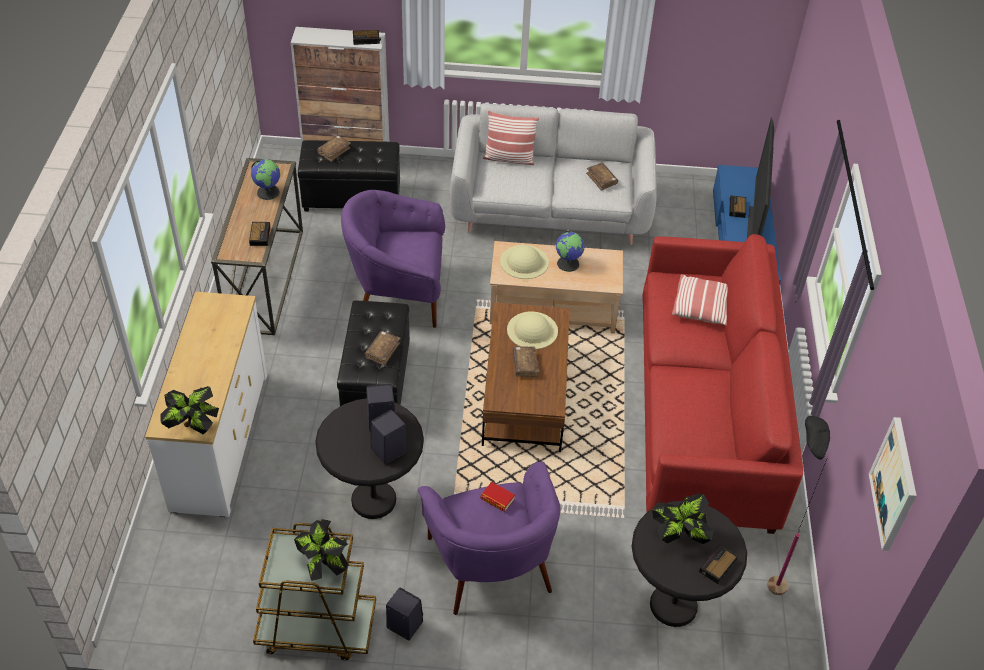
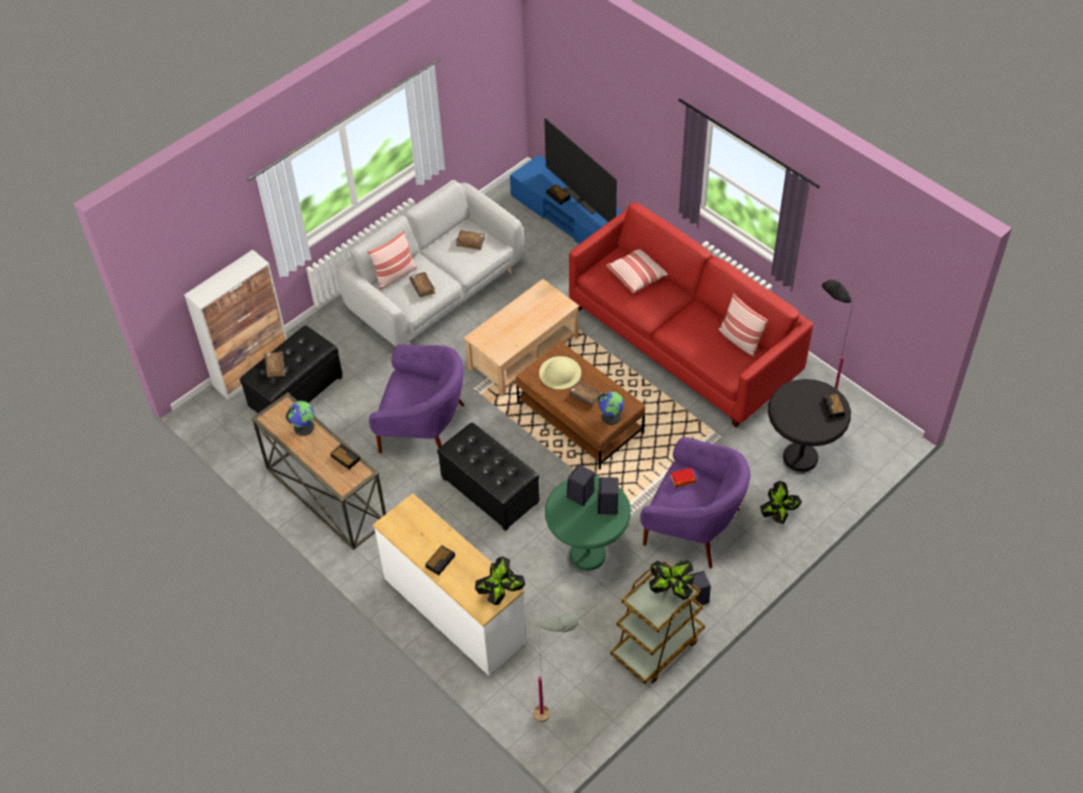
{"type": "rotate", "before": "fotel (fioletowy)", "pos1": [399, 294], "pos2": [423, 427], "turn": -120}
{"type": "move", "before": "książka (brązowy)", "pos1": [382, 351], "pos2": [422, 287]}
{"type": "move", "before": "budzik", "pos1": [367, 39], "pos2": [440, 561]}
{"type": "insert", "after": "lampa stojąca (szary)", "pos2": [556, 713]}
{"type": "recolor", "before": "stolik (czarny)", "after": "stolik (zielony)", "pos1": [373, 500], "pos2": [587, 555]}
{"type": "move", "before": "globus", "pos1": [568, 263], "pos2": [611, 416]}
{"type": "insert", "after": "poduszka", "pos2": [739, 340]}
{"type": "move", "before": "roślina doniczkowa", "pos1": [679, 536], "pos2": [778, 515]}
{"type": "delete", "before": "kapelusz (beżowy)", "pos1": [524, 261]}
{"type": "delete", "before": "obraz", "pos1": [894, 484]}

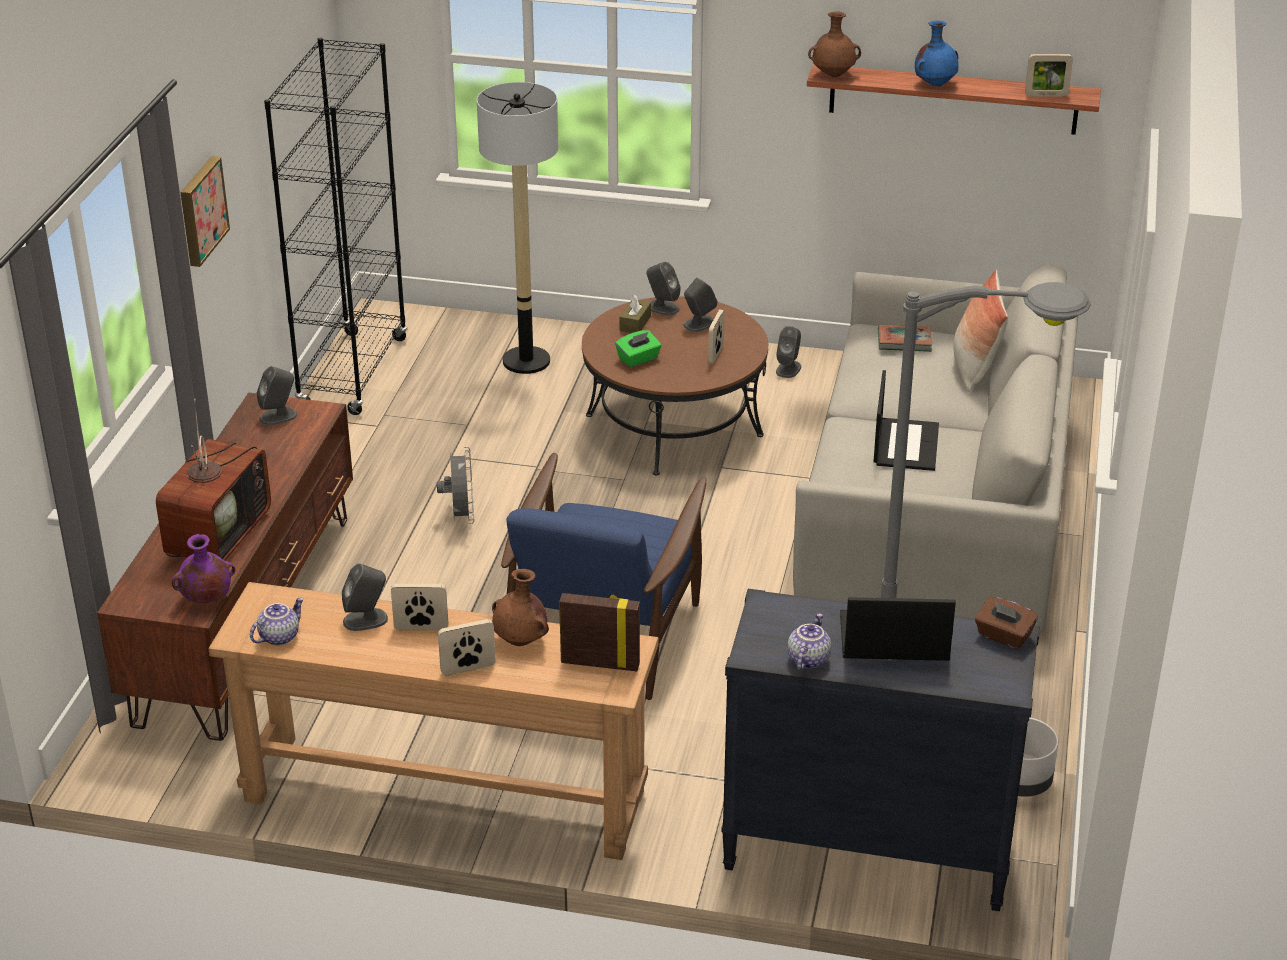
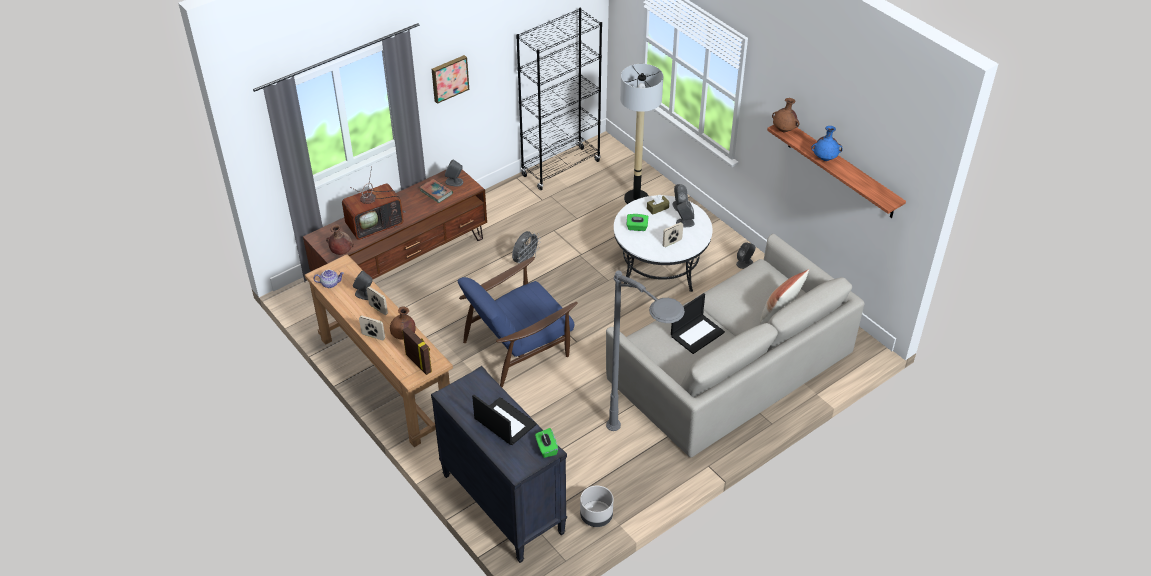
{"type": "recolor", "before": "wazon (fioletowy)", "after": "wazon (brązowy)", "pos1": [206, 599], "pos2": [341, 251]}
{"type": "move", "before": "książka", "pos1": [904, 341], "pos2": [436, 192]}
{"type": "recolor", "before": "pudełko chusteczek (brązowy)", "after": "pudełko chusteczek (zielony)", "pos1": [1003, 636], "pos2": [546, 448]}
{"type": "recolor", "before": "ława (brązowy)", "after": "ława (biały)", "pos1": [674, 425], "pos2": [660, 265]}
{"type": "delete", "before": "imbryk", "pos1": [807, 659]}
{"type": "delete", "before": "ramka na zdjęcie", "pos1": [1046, 95]}

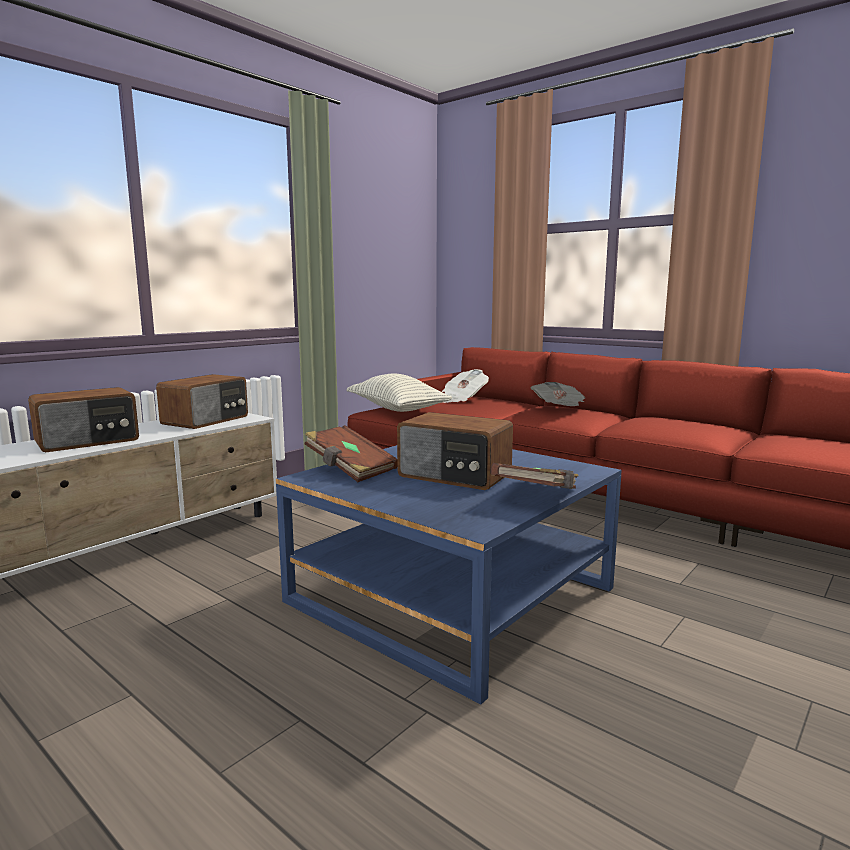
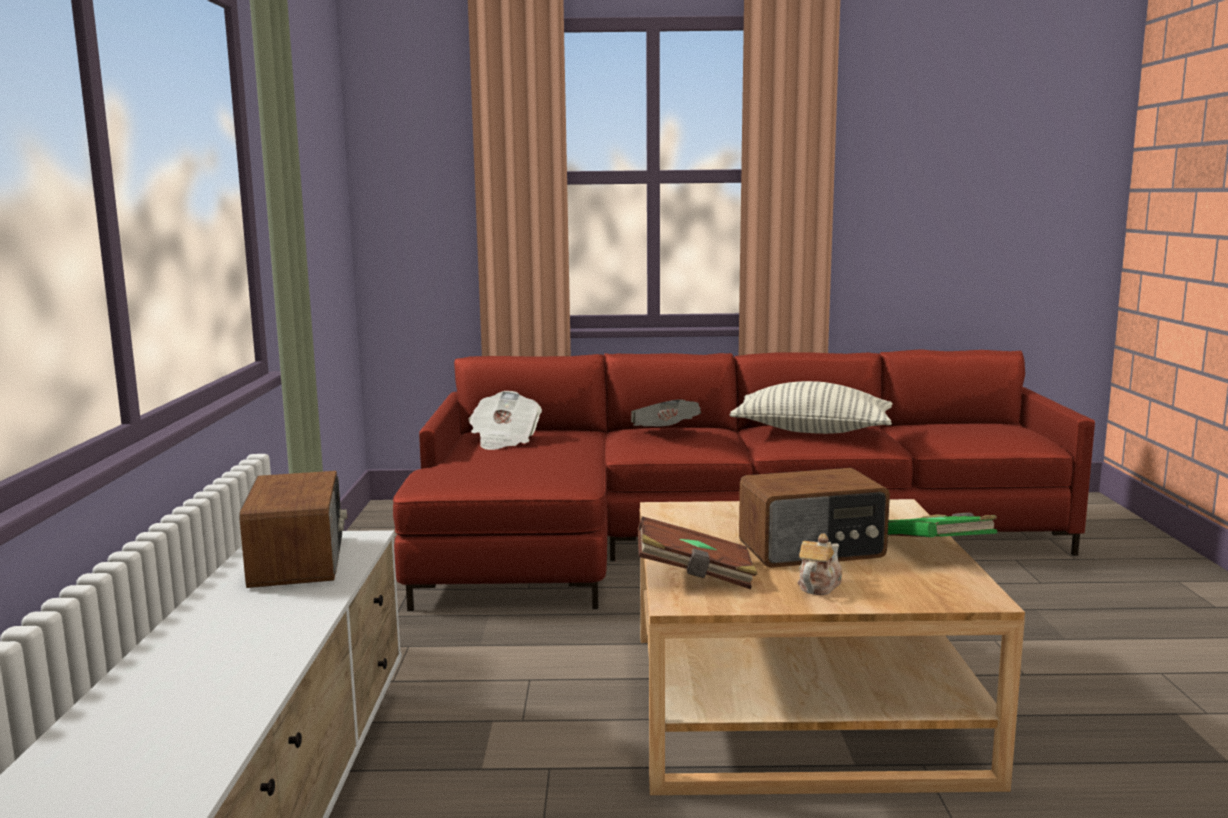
{"type": "recolor", "before": "ława (niebieski)", "after": "ława (beżowy)", "pos1": [451, 594], "pos2": [797, 703]}
{"type": "move", "before": "poduszka", "pos1": [397, 409], "pos2": [812, 431]}
{"type": "insert", "after": "imbryk", "pos2": [818, 585]}
{"type": "recolor", "before": "książka (brązowy)", "after": "książka (zielony)", "pos1": [537, 496], "pos2": [934, 549]}
{"type": "delete", "before": "radio", "pos1": [88, 441]}

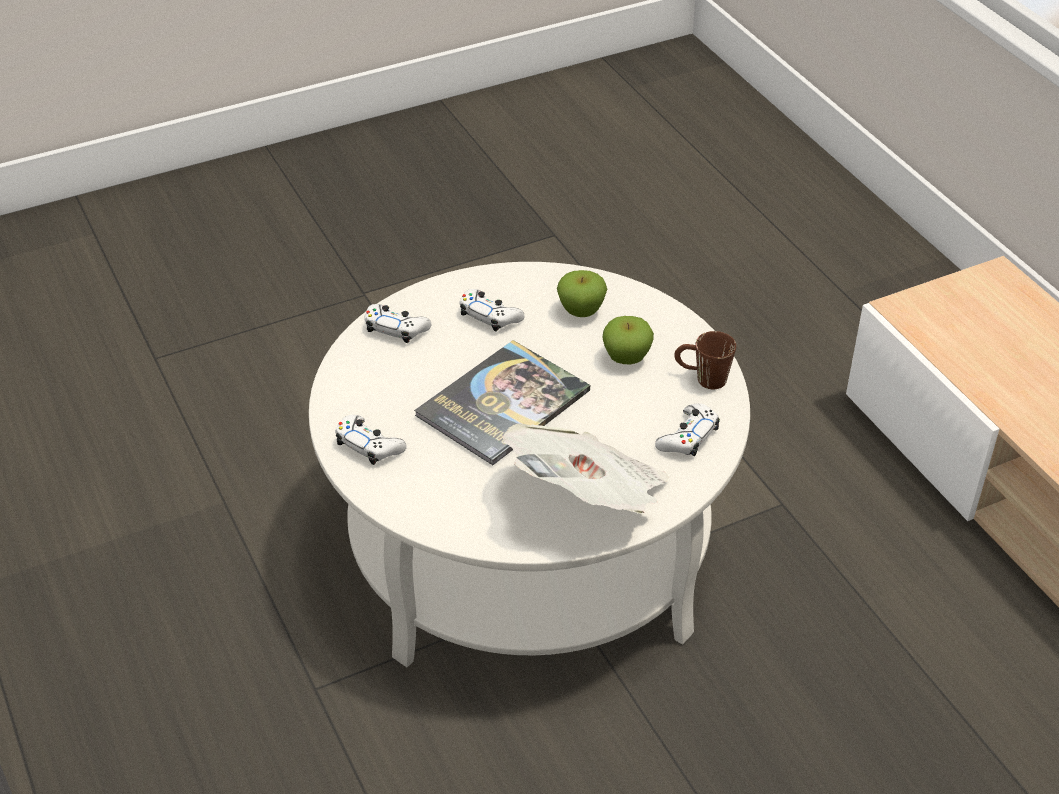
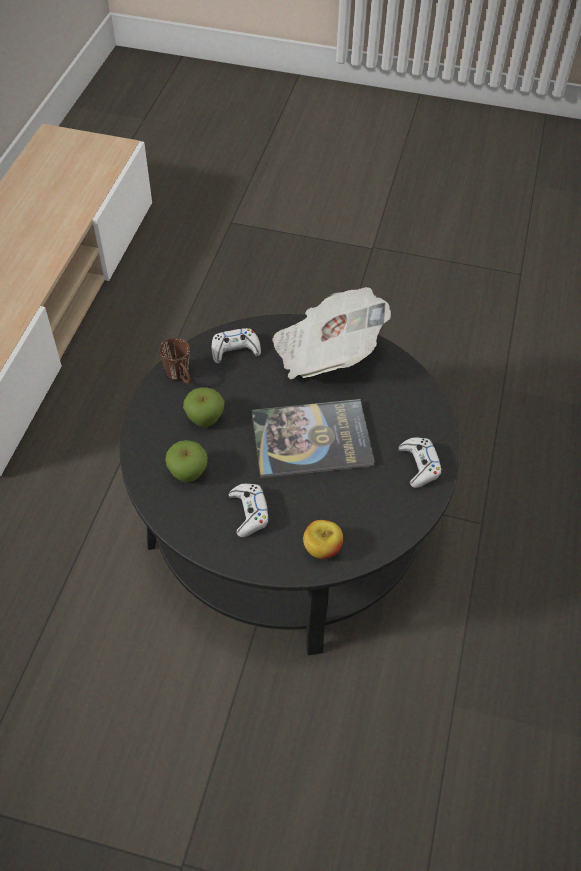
{"type": "recolor", "before": "ława (biały)", "after": "ława (czarny)", "pos1": [529, 544], "pos2": [288, 524]}
{"type": "replace", "before": "pad do gier (biały)", "after": "jabłko", "pos1": [396, 329], "pos2": [322, 548]}

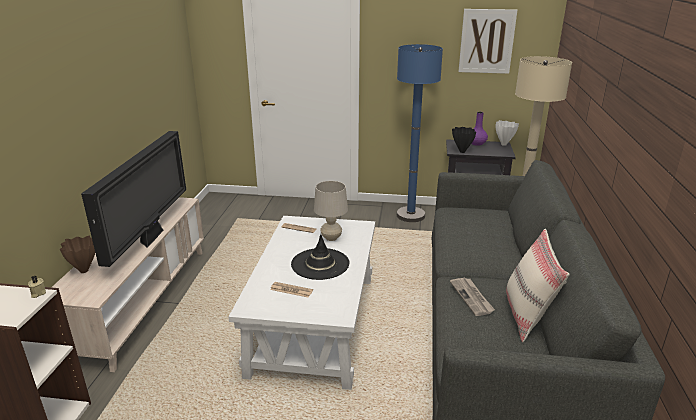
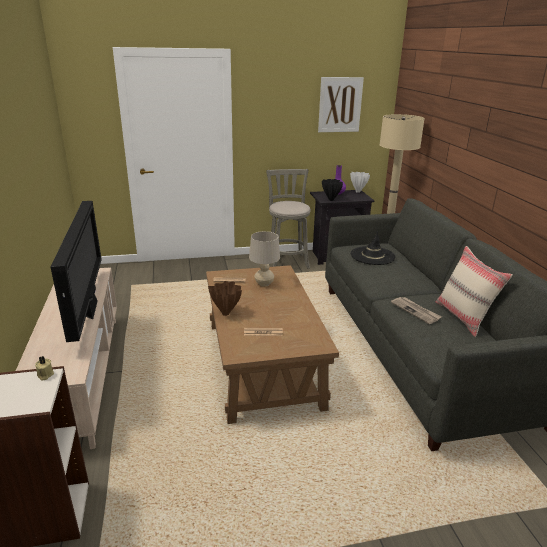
{"type": "recolor", "before": "ława (biały)", "after": "ława (brązowy)", "pos1": [315, 324], "pos2": [263, 364]}
{"type": "move", "before": "wazon (brązowy)", "pos1": [84, 271], "pos2": [226, 314]}
{"type": "replace", "before": "lampa stojąca (niebieski)", "after": "stołek (szary)", "pos1": [410, 215], "pos2": [287, 261]}
{"type": "move", "before": "kapelusz (czarny)", "pos1": [320, 264], "pos2": [372, 256]}

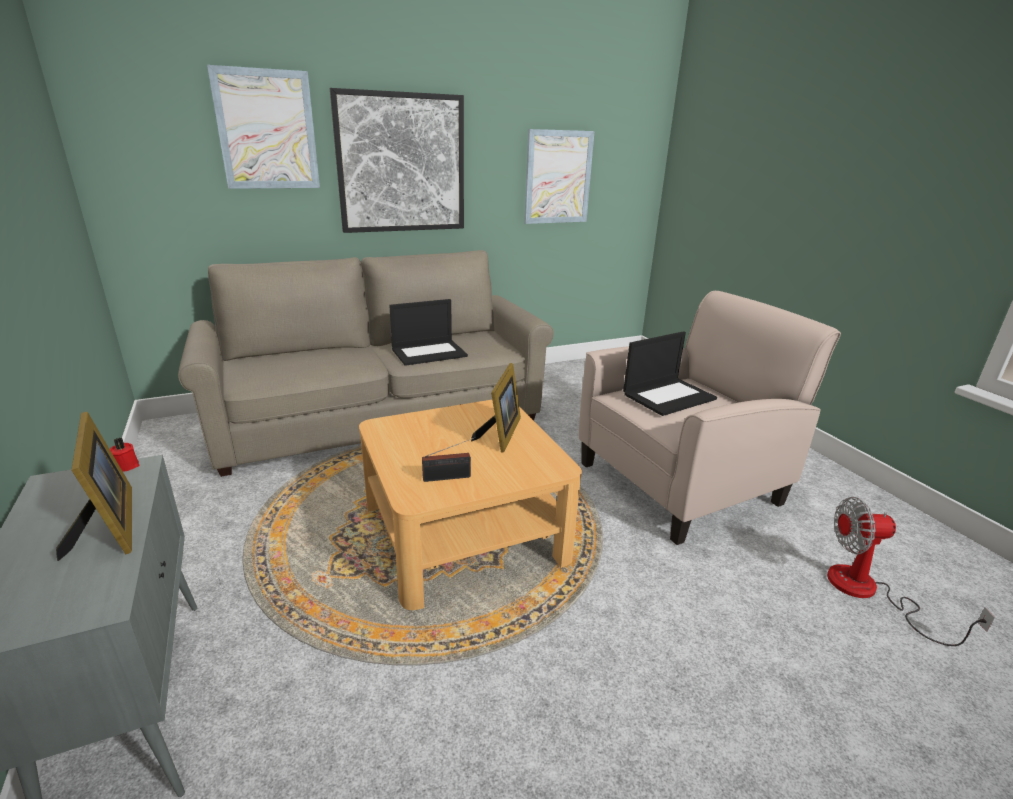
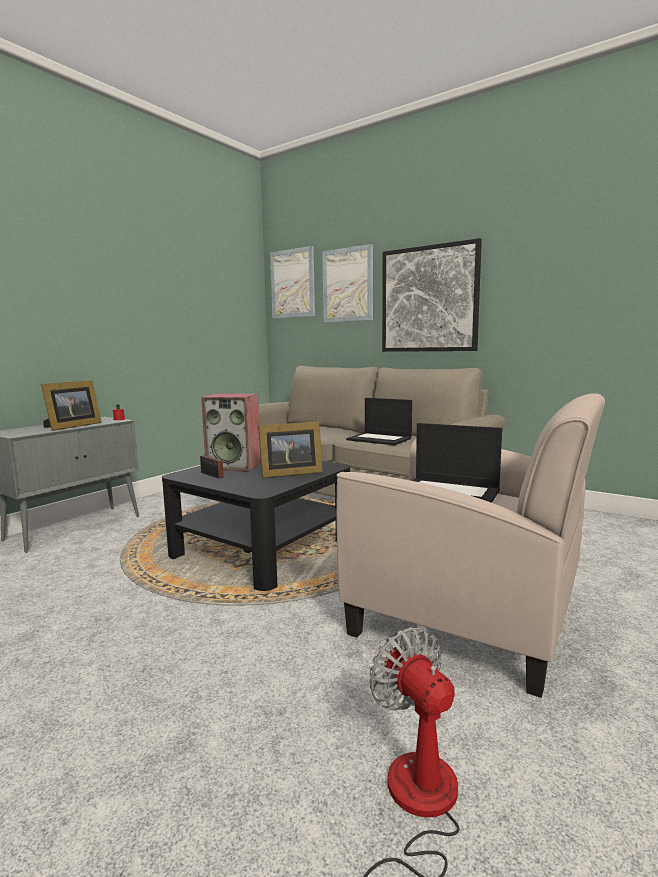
{"type": "recolor", "before": "ława (beżowy)", "after": "ława (czarny)", "pos1": [464, 531], "pos2": [263, 549]}
{"type": "insert", "after": "głośnik", "pos2": [235, 466]}
{"type": "move", "before": "obraz", "pos1": [558, 177], "pos2": [292, 283]}

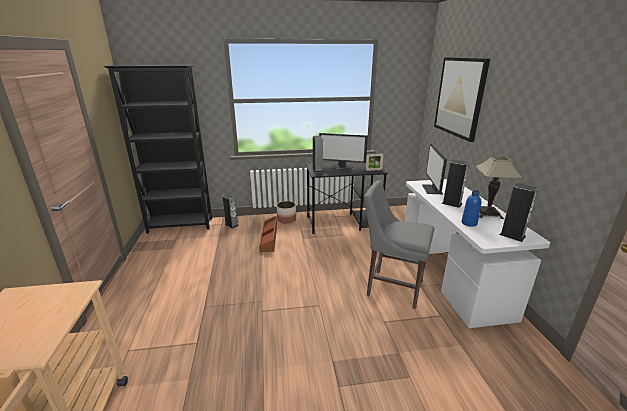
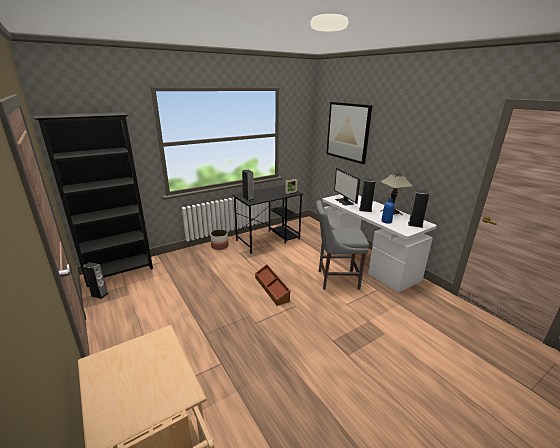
{"type": "move", "before": "głośnik", "pos1": [231, 225], "pos2": [99, 294]}
{"type": "move", "before": "pojemnik do przechowywania (brązowy)", "pos1": [269, 238], "pos2": [272, 289]}
{"type": "delete", "before": "monitor", "pos1": [342, 166]}

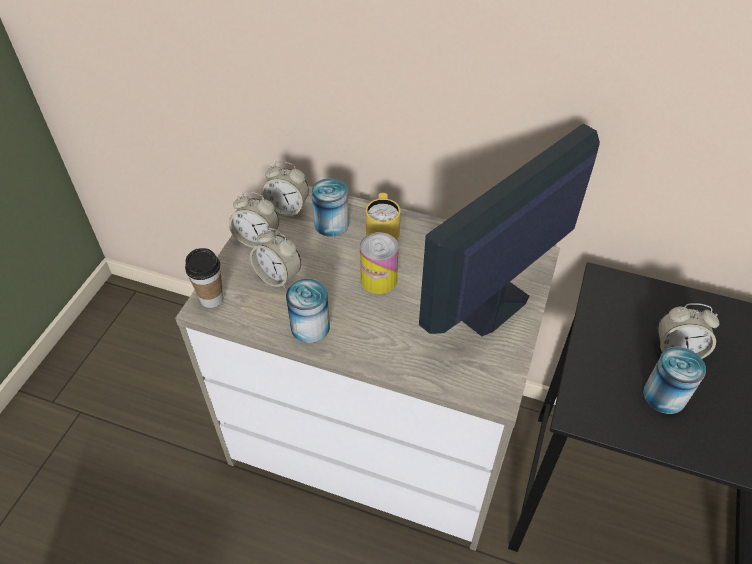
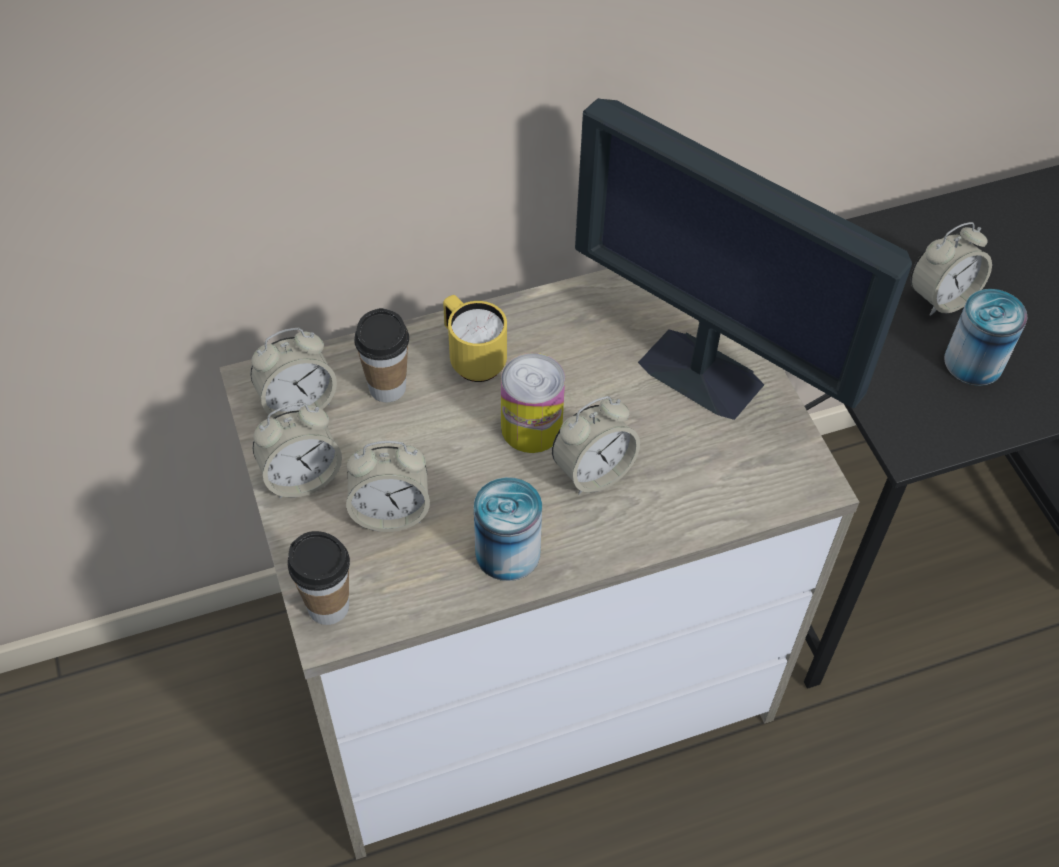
{"type": "replace", "before": "puszka", "after": "filiżanka", "pos1": [331, 224], "pos2": [387, 388]}
{"type": "insert", "after": "budzik", "pos2": [593, 471]}
{"type": "rotate", "before": "monitor", "pos1": [491, 307], "pos2": [704, 374], "turn": -60}

